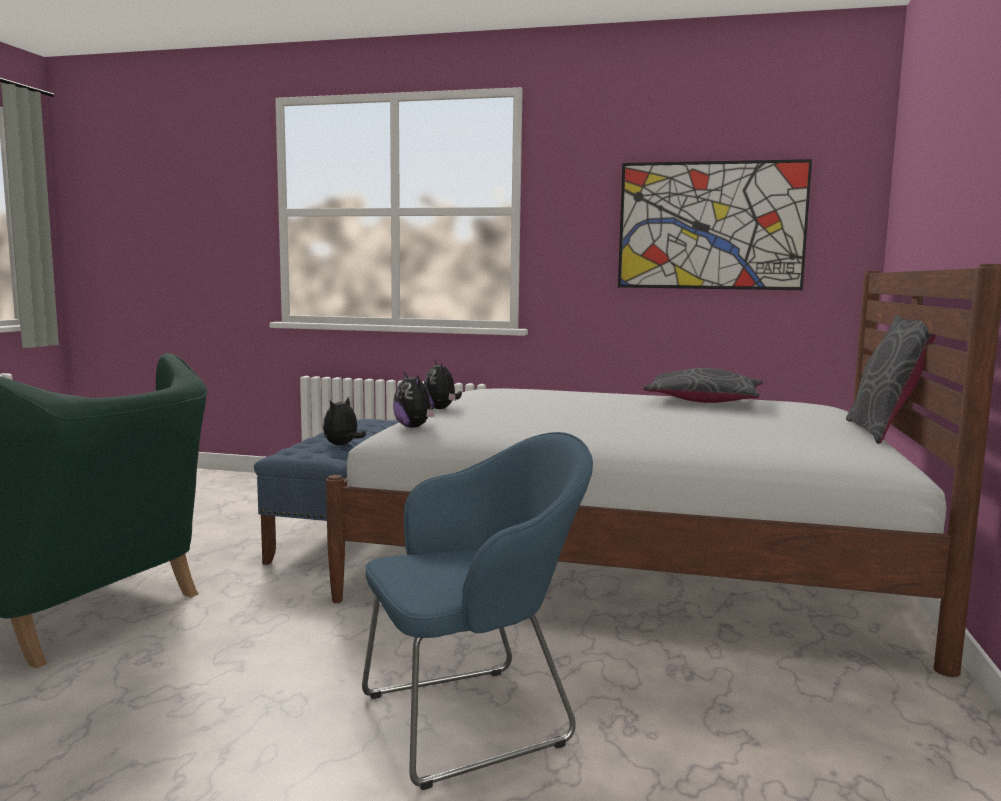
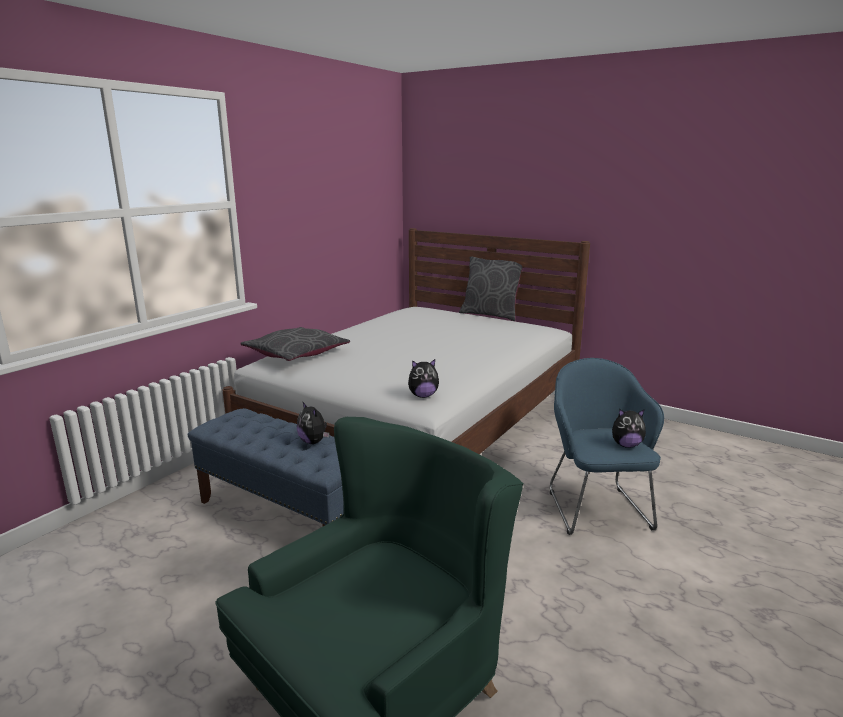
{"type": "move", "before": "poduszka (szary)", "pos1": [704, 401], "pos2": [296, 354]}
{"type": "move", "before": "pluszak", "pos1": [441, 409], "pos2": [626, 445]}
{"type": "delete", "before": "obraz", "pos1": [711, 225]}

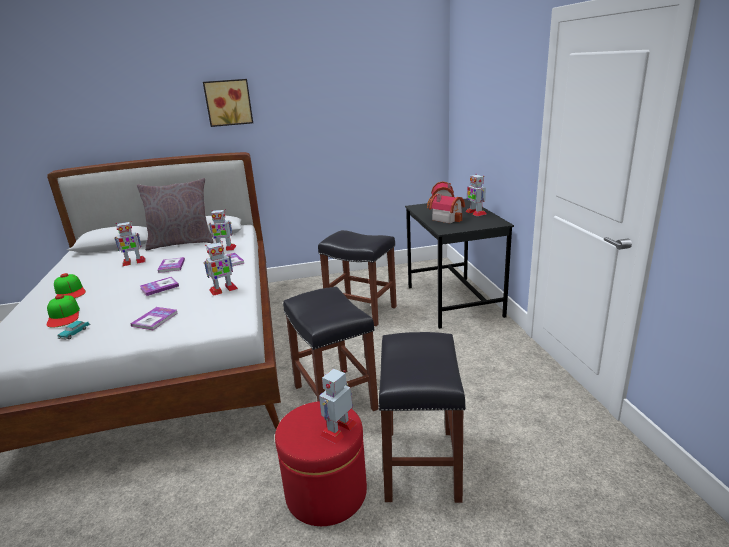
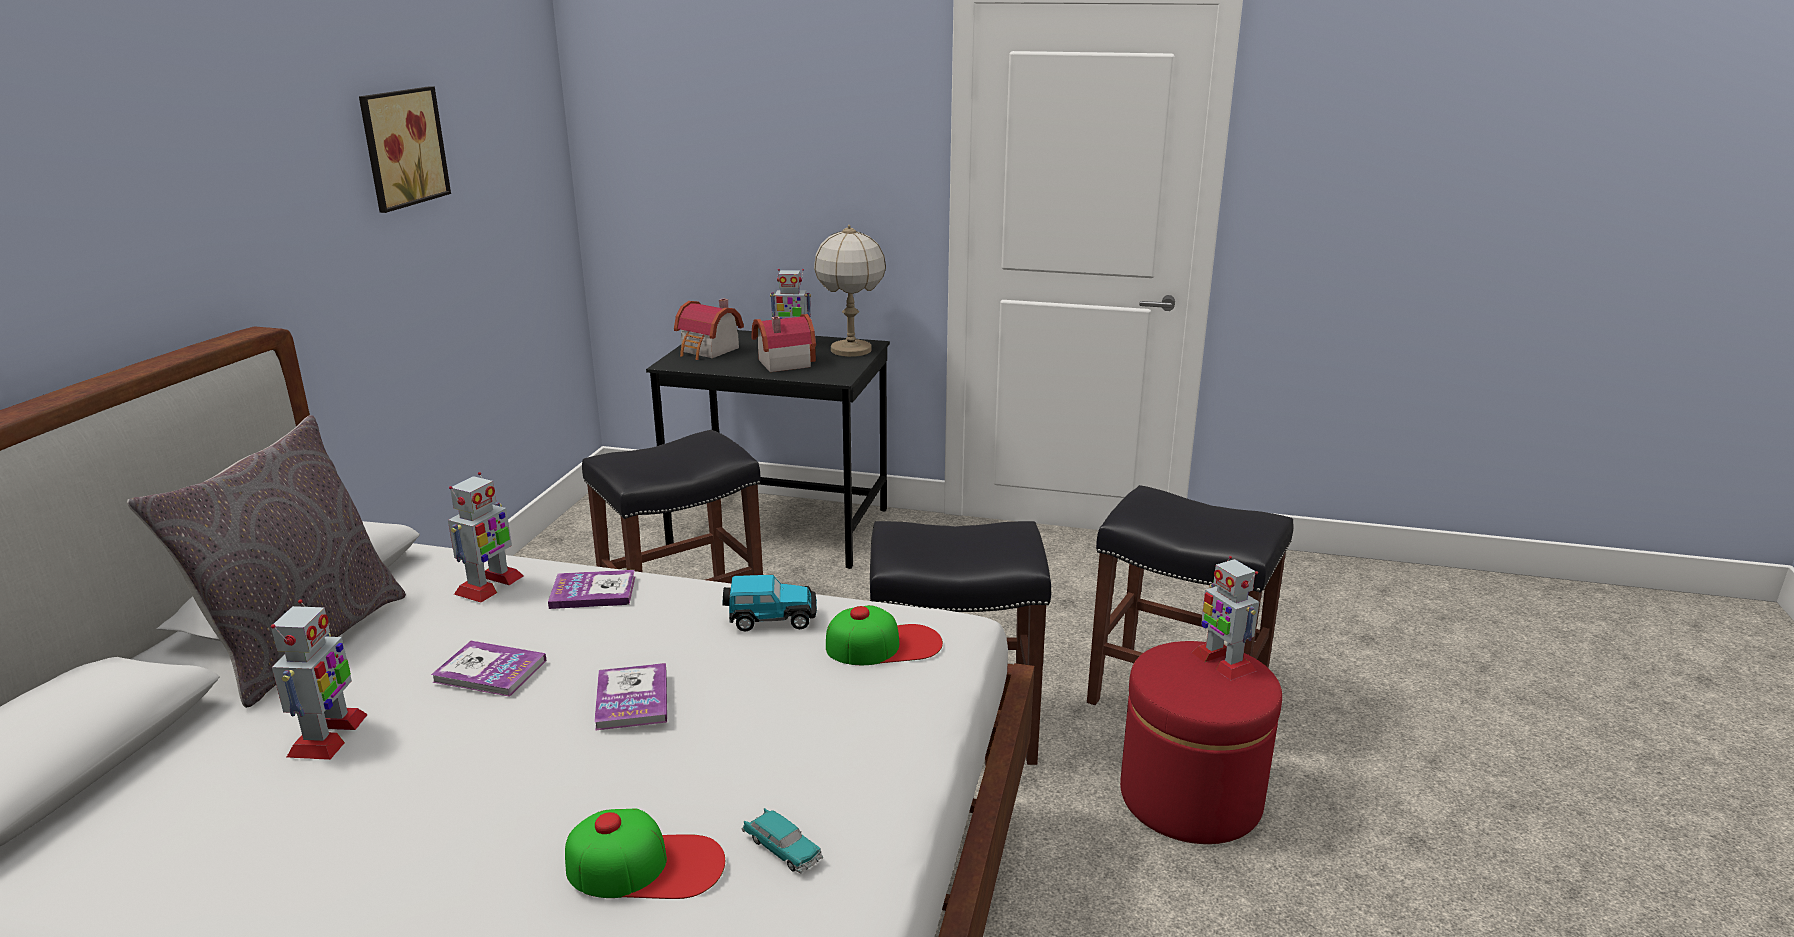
{"type": "move", "before": "obraz", "pos1": [228, 102], "pos2": [400, 147]}
{"type": "replace", "before": "robot zabawkowy", "after": "samochodzik", "pos1": [223, 289], "pos2": [770, 618]}
{"type": "insert", "after": "lampa stołowa", "pos2": [851, 350]}
{"type": "move", "before": "czapka z daszkiem", "pos1": [70, 291], "pos2": [884, 644]}
{"type": "delete", "before": "książka", "pos1": [155, 319]}

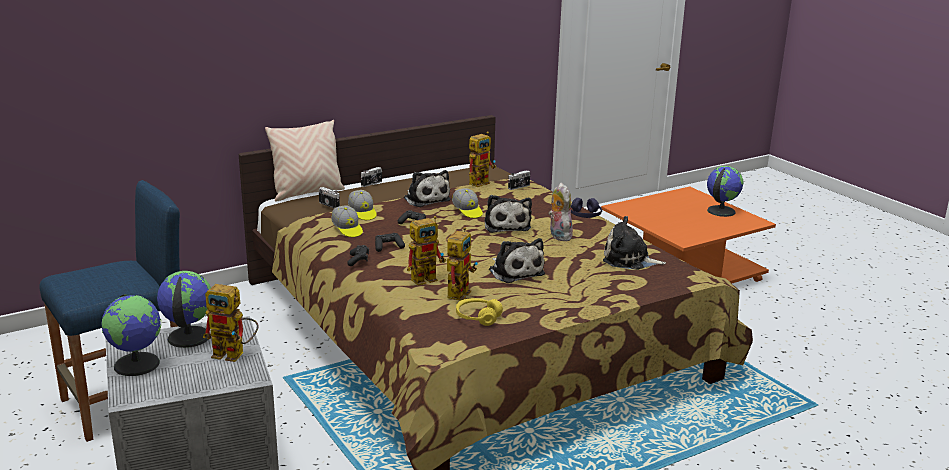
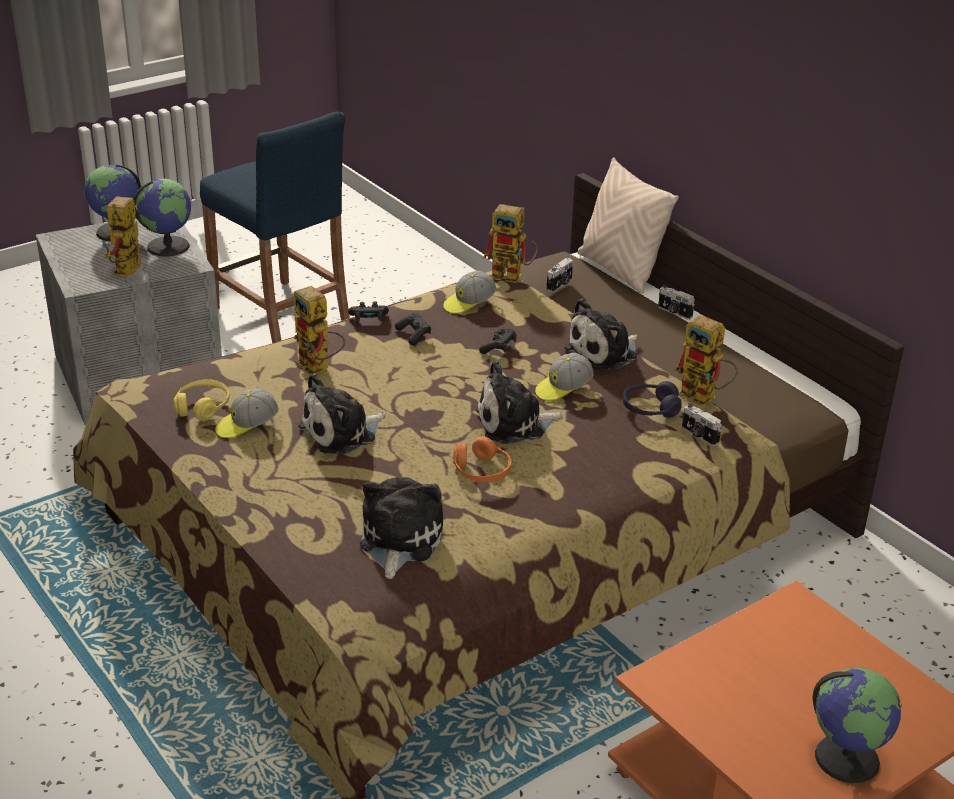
{"type": "move", "before": "czapka z daszkiem", "pos1": [362, 213], "pos2": [247, 425]}
{"type": "replace", "before": "pluszak", "after": "słuchawki (pomarańczowy)", "pos1": [558, 236], "pos2": [482, 471]}
{"type": "move", "before": "robot zabawkowy", "pos1": [459, 291], "pos2": [513, 276]}
{"type": "move", "before": "słuchawki (fioletowy)", "pos1": [585, 215], "pos2": [650, 409]}

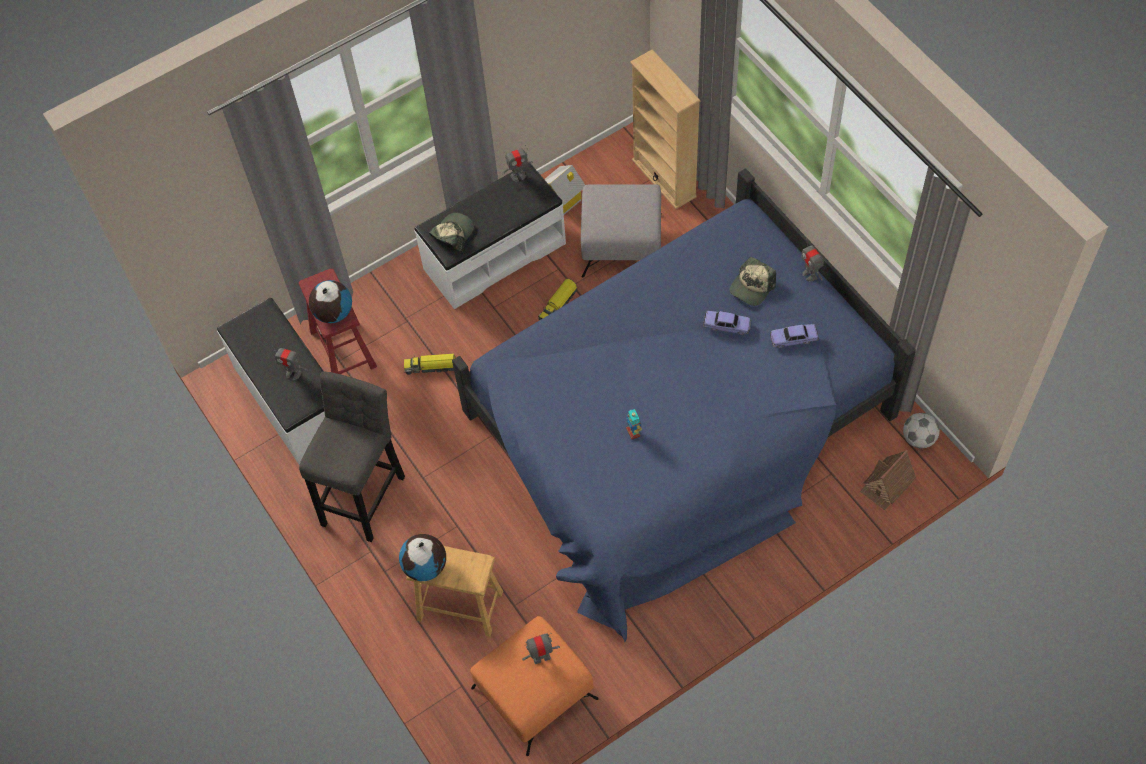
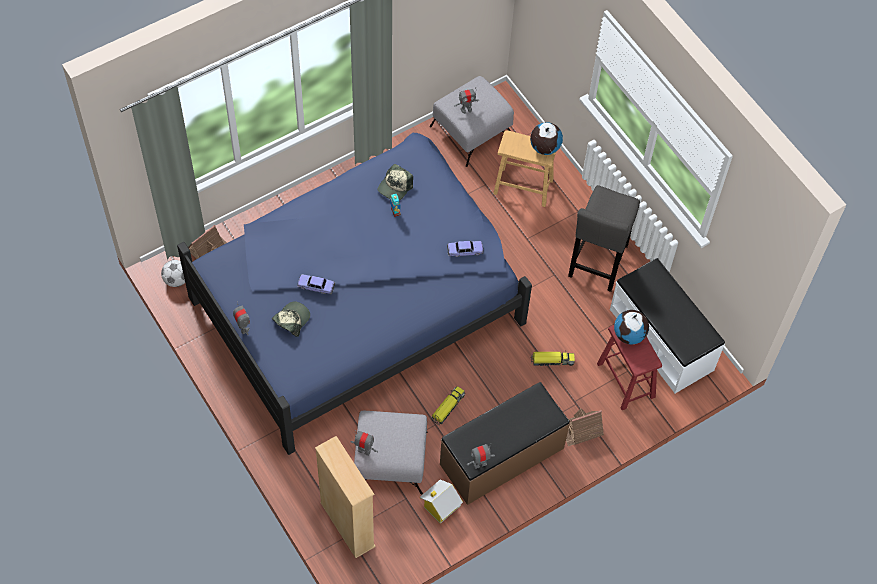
{"type": "move", "before": "robot zabawkowy", "pos1": [293, 373], "pos2": [364, 450]}
{"type": "move", "before": "czapka z daszkiem", "pos1": [452, 234], "pos2": [395, 187]}
{"type": "recolor", "before": "pufa (pomarańczowy)", "after": "pufa (szary)", "pos1": [533, 693], "pos2": [472, 131]}
{"type": "recolor", "before": "ławka (biały)", "after": "ławka (brązowy)", "pos1": [494, 255], "pos2": [502, 457]}
{"type": "move", "before": "samochodzik", "pos1": [793, 338], "pos2": [465, 251]}
{"type": "insert", "after": "domek", "pos2": [581, 430]}

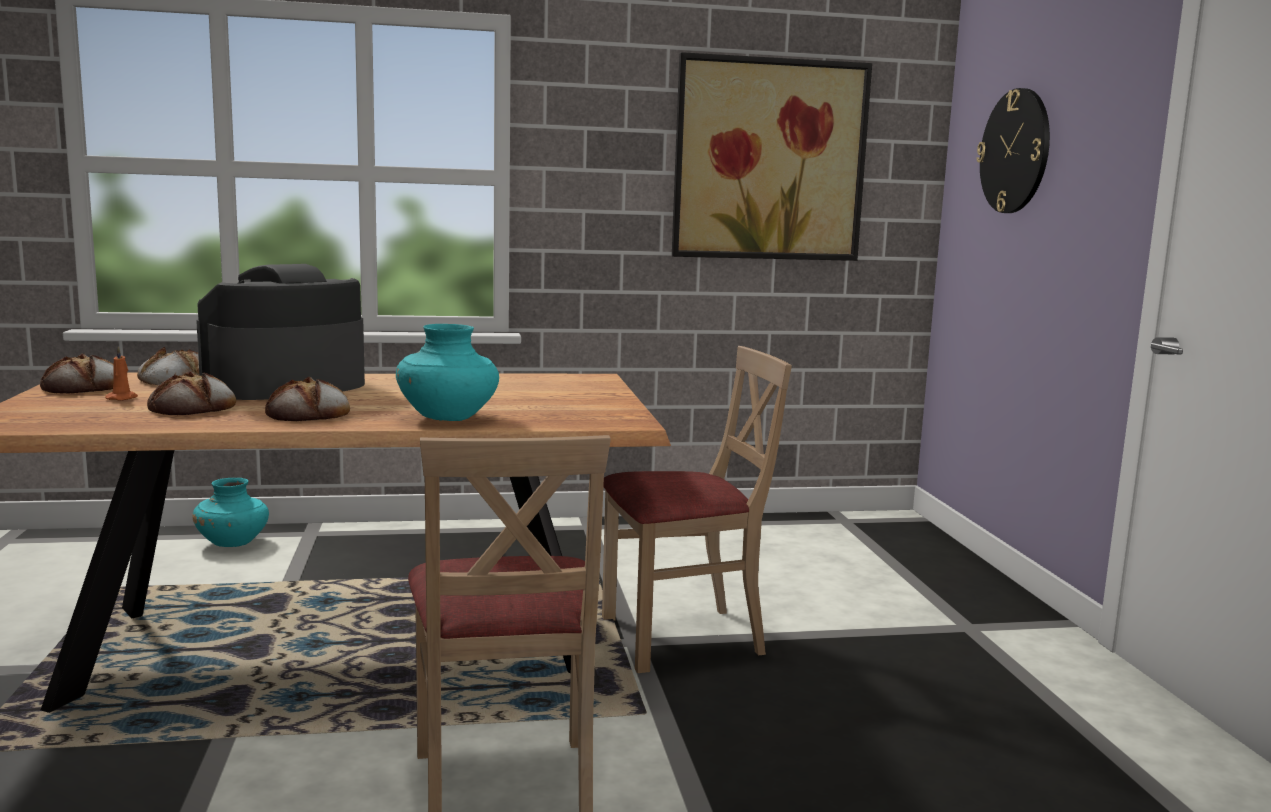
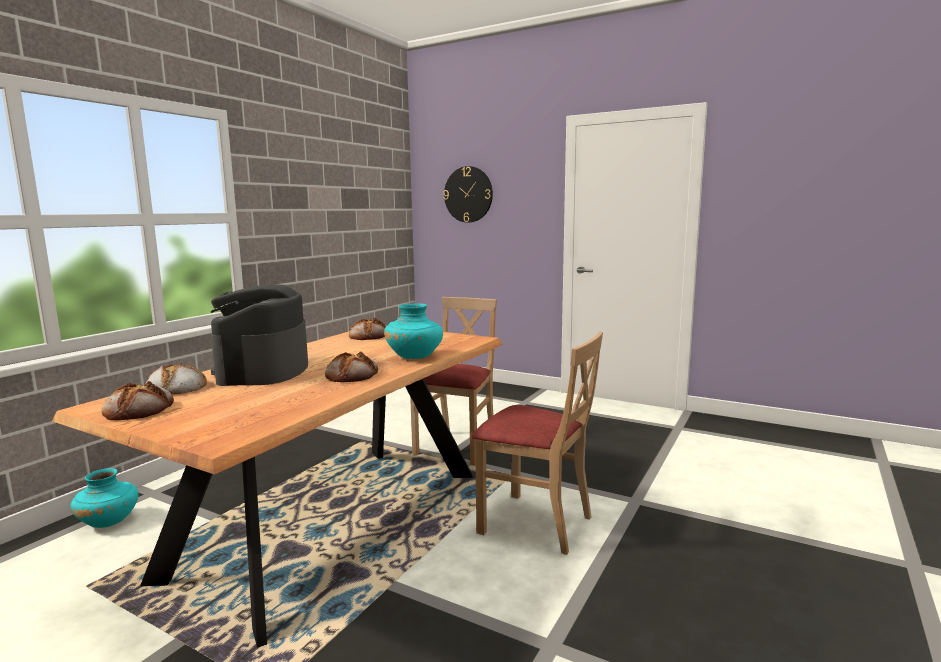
{"type": "move", "before": "chleb", "pos1": [193, 407], "pos2": [368, 335]}
{"type": "delete", "before": "świeca (pomarańczowy)", "pos1": [123, 398]}
{"type": "delete", "before": "obraz", "pos1": [769, 160]}

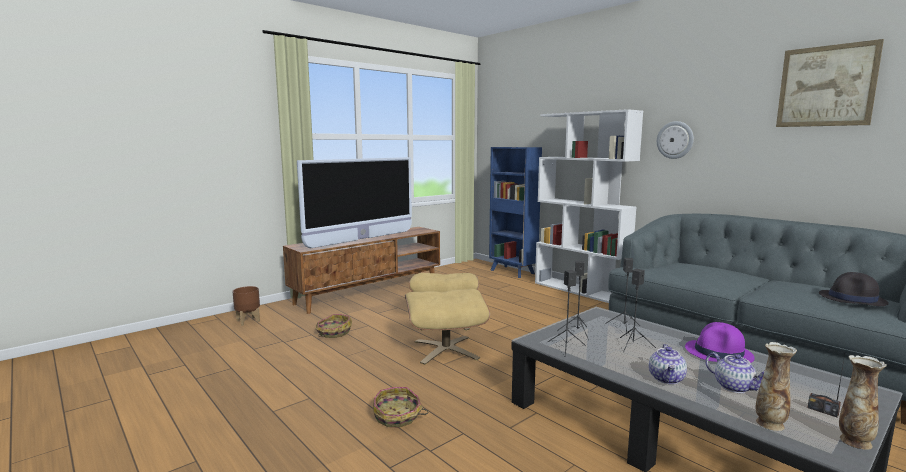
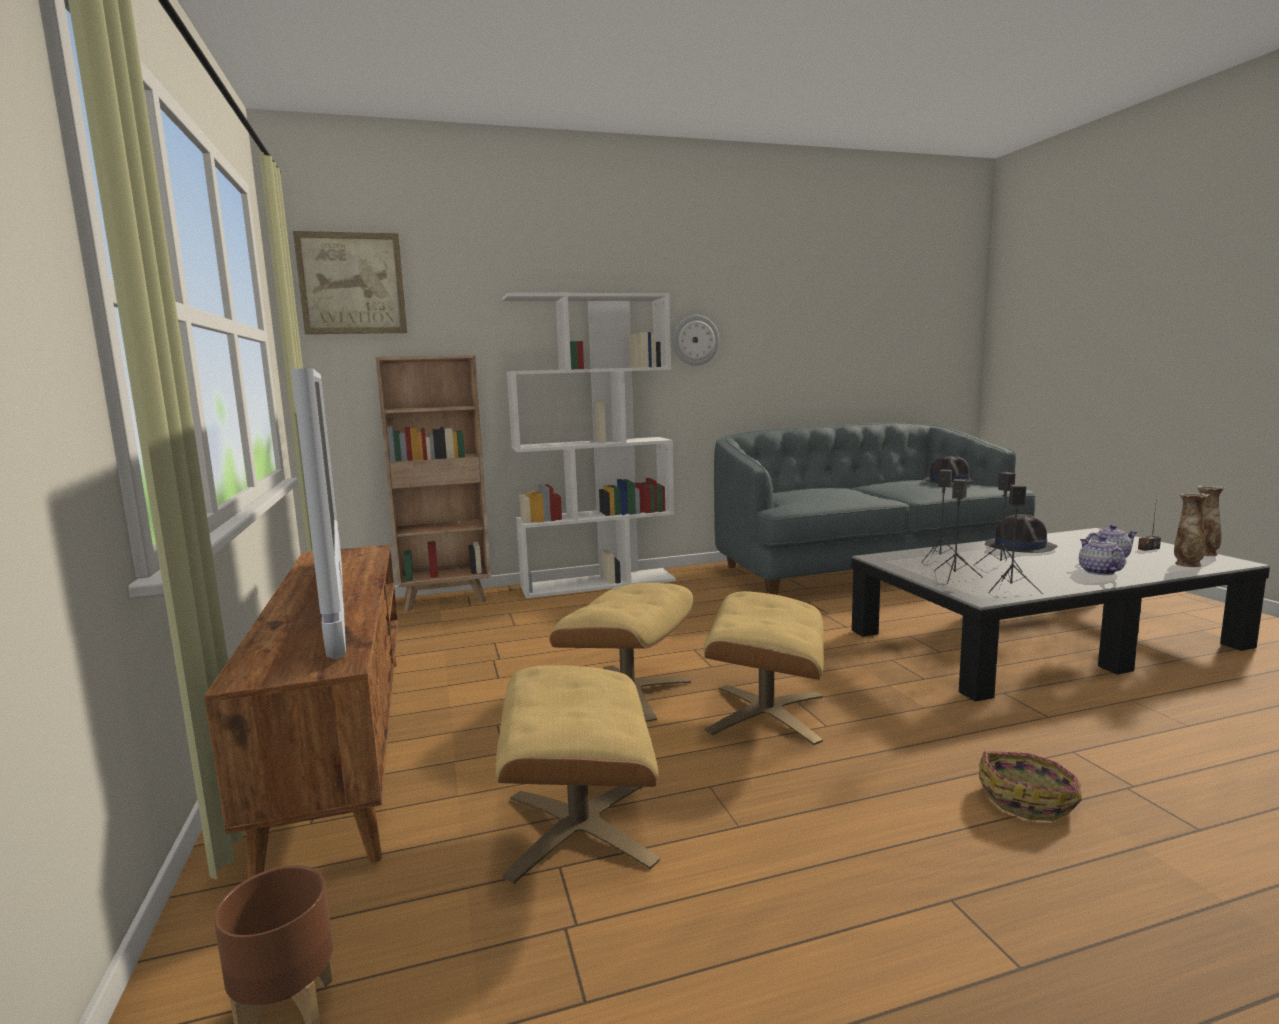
{"type": "move", "before": "obraz", "pos1": [826, 86], "pos2": [352, 283]}
{"type": "recolor", "before": "regał (niebieski)", "after": "regał (brązowy)", "pos1": [512, 272], "pos2": [447, 599]}
{"type": "replace", "before": "koszyk", "after": "pufa (beżowy)", "pos1": [333, 333], "pos2": [578, 828]}
{"type": "recolor", "before": "kapelusz (fioletowy)", "after": "kapelusz (czarny)", "pos1": [719, 353], "pos2": [1020, 546]}
{"type": "rotate", "before": "imbryk", "pos1": [667, 379], "pos2": [1098, 572], "turn": -135}

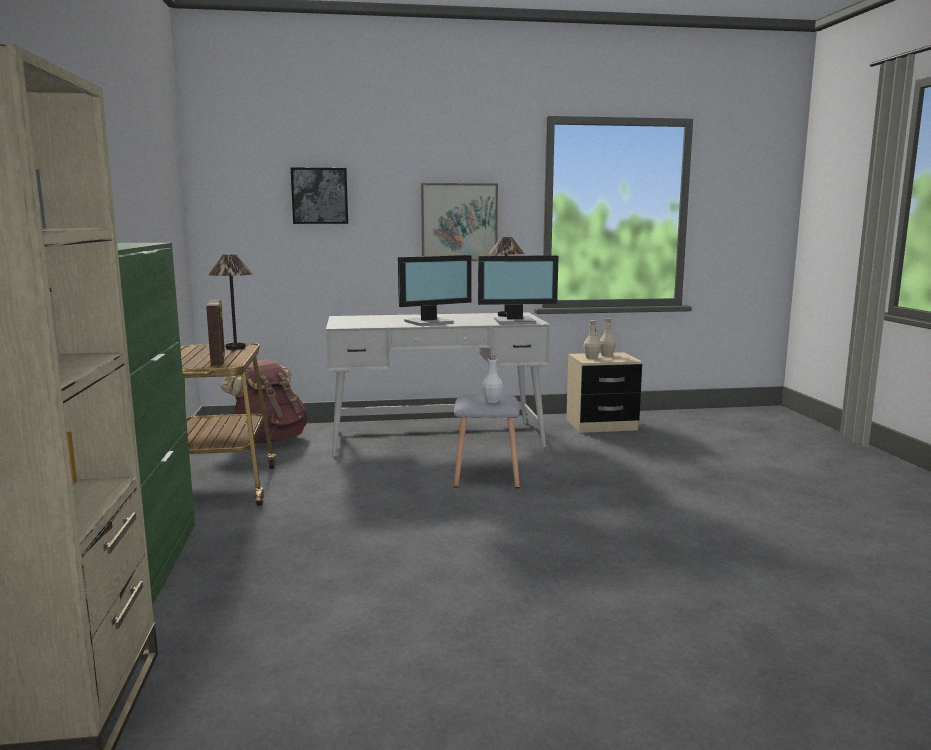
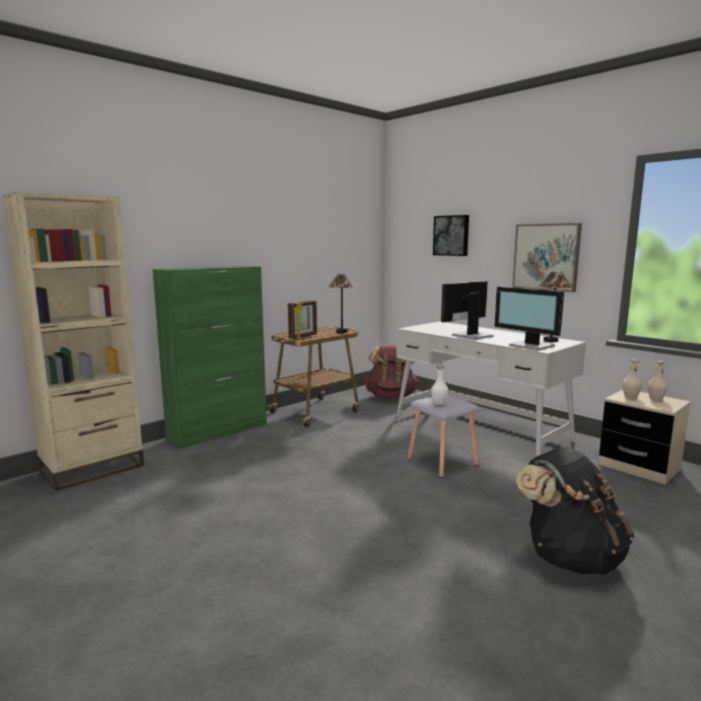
{"type": "rotate", "before": "monitor", "pos1": [430, 322], "pos2": [470, 335], "turn": 120}
{"type": "insert", "after": "plecak (czarny)", "pos2": [569, 557]}

